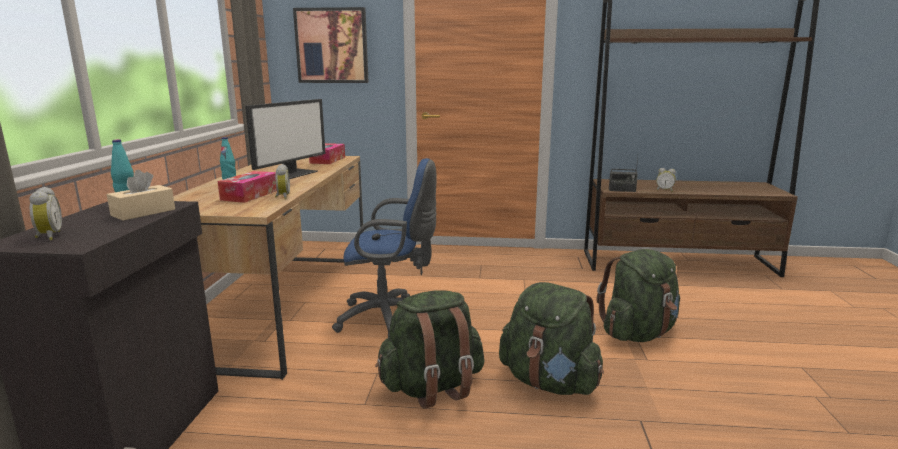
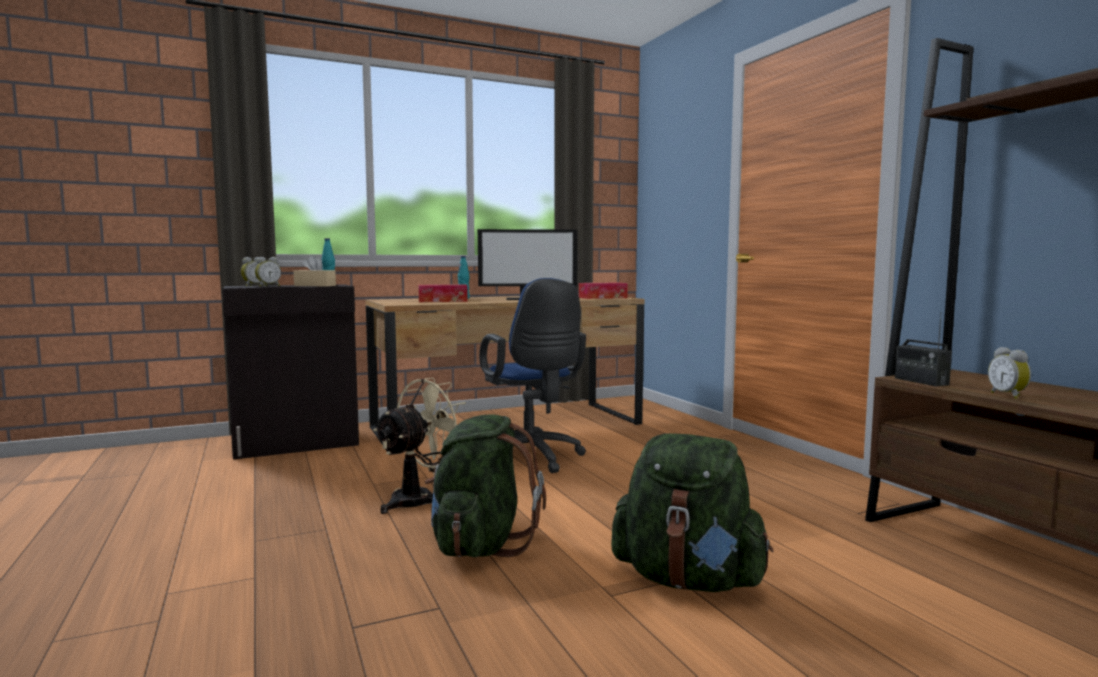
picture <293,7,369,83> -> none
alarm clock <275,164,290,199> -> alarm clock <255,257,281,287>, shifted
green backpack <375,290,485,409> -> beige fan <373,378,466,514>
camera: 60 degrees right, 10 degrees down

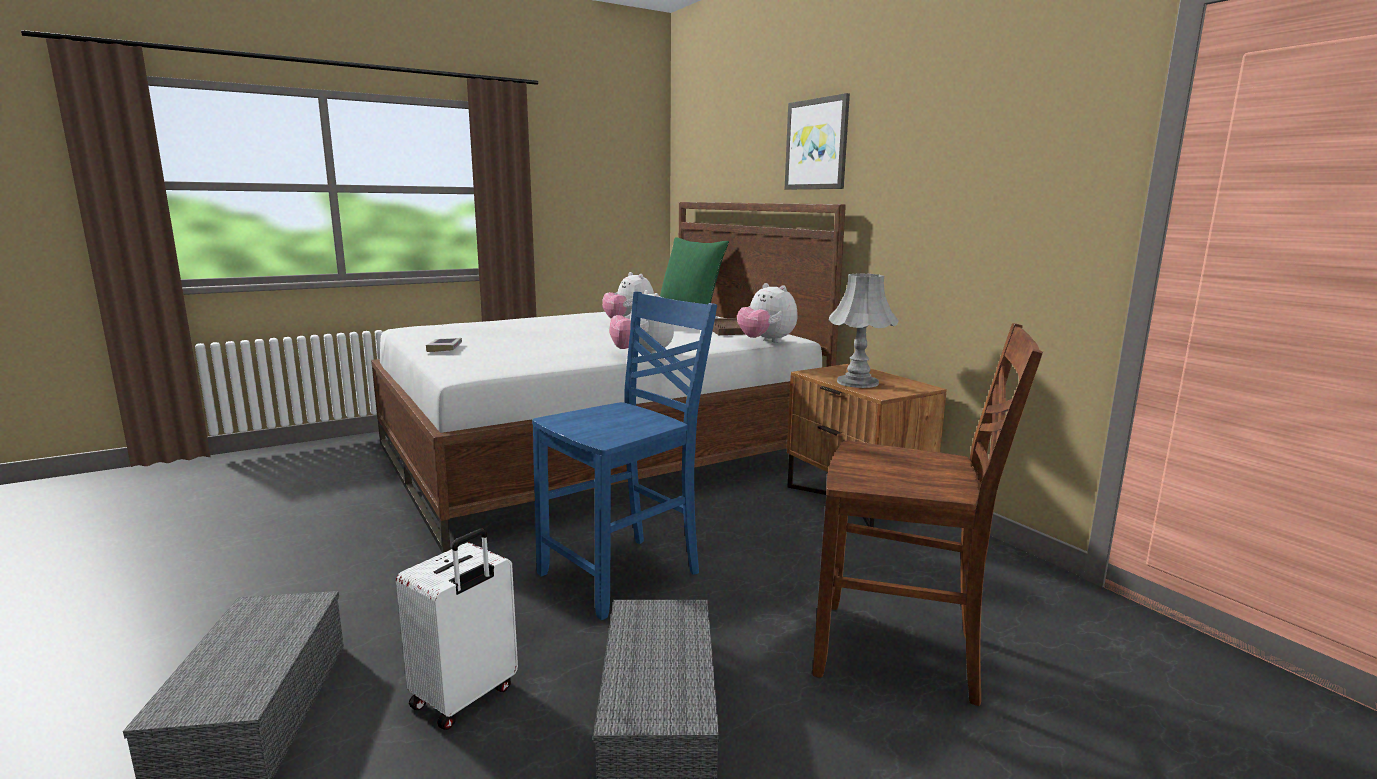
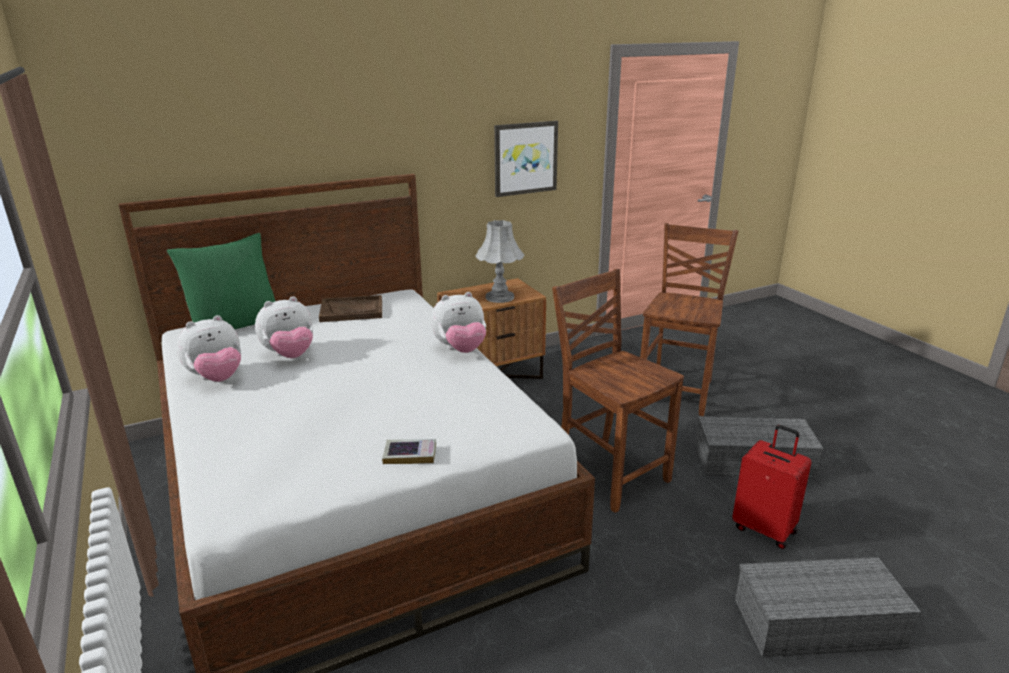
plush toy <737,283,797,343> -> plush toy <176,315,241,382>, shifted
picture <785,93,850,189> -> picture <494,121,558,197>, shifted
white suitcase <396,529,518,730> -> red suitcase <732,425,812,549>
blue chair <532,292,717,620> -> brown chair <552,269,684,513>
camera: 85 degrees left, 10 degrees up

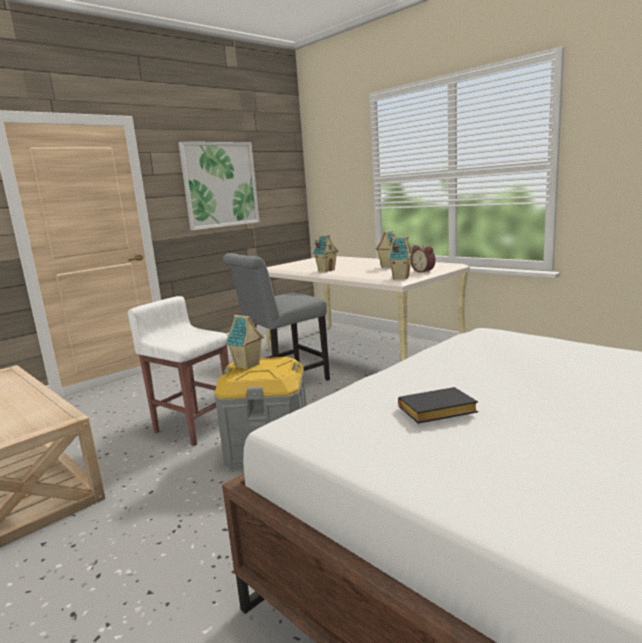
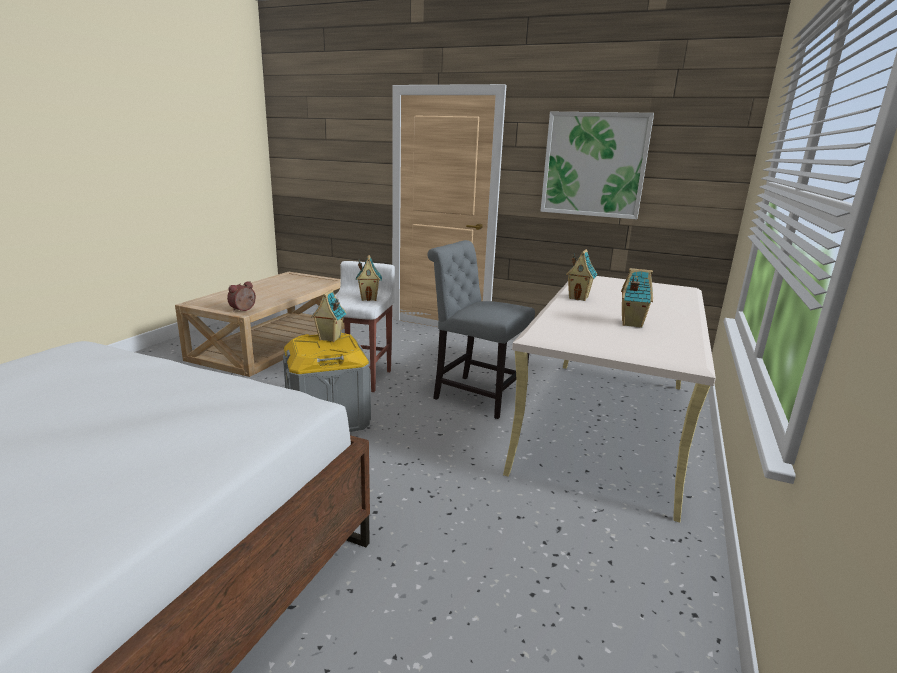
black book <398,387,478,424> -> none
toy house <388,236,413,280> -> toy house <356,255,382,301>, shifted
alarm clock <411,245,436,273> -> alarm clock <227,281,256,312>, shifted
camera: 65 degrees right, 5 degrees up

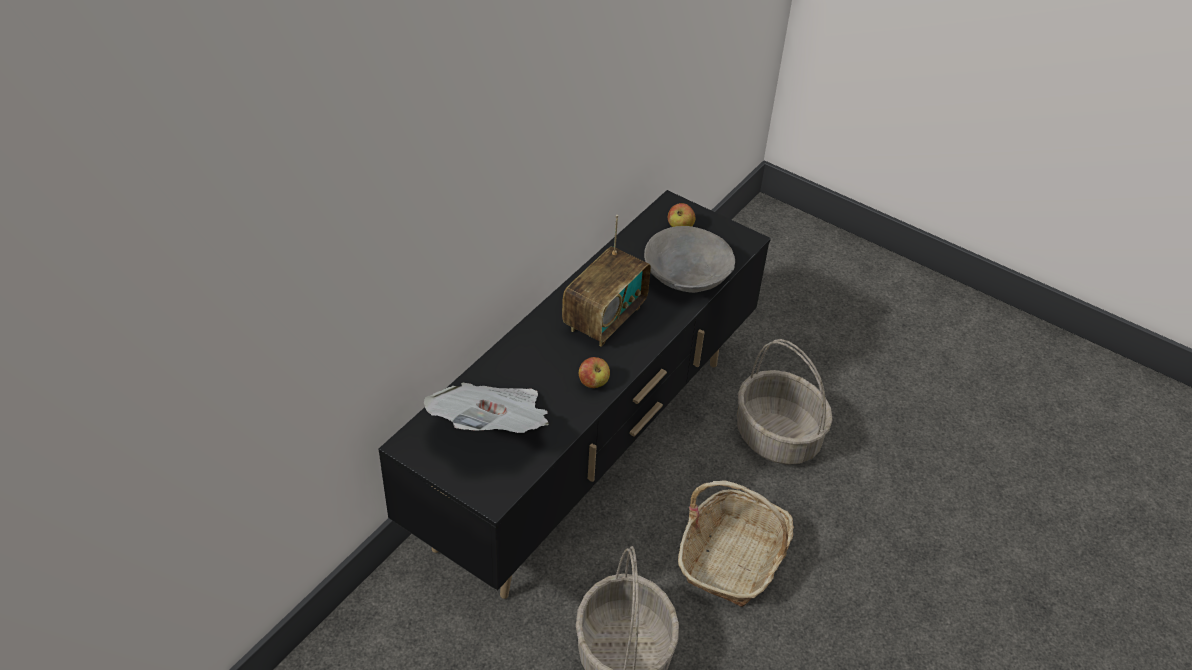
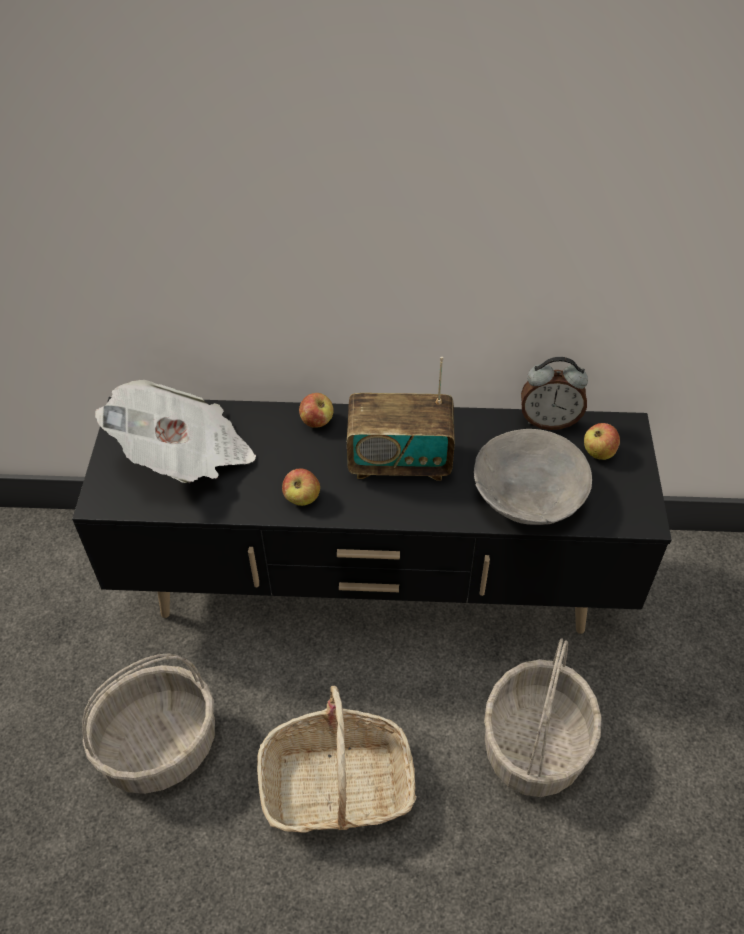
none -> apple <299,393,334,428>
none -> alarm clock <521,357,588,430>
camera: 60 degrees right, 5 degrees up

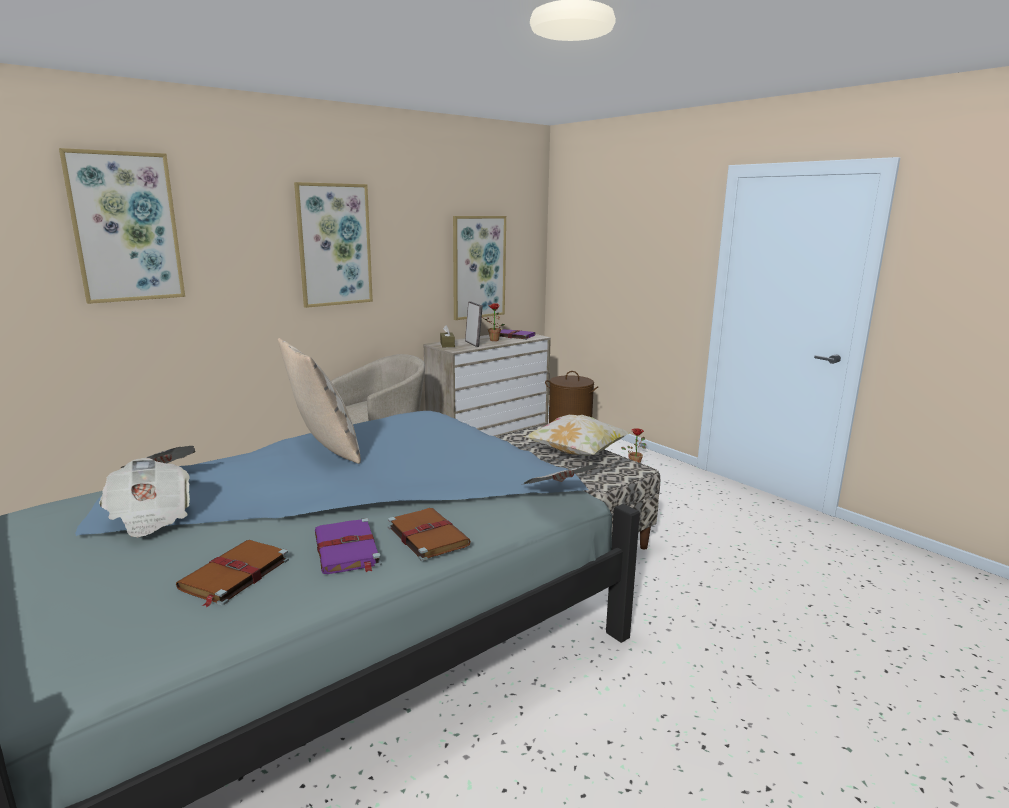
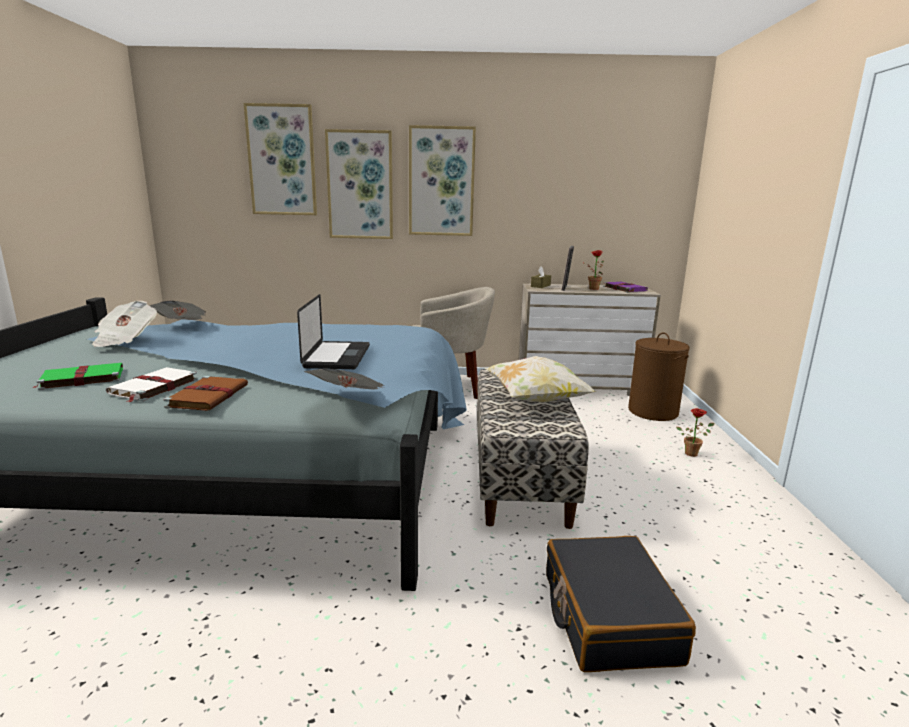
beige pillow <278,338,361,464> -> none
none -> laptop <297,294,370,369>
none -> black suitcase <546,536,696,672>
picture <453,216,506,320> -> picture <325,129,393,239>, shifted
brown book <176,540,289,608> -> green book <33,363,123,390>
purple book <315,518,382,574> -> white book <106,367,198,402>
camera: 40 degrees right, 0 degrees up

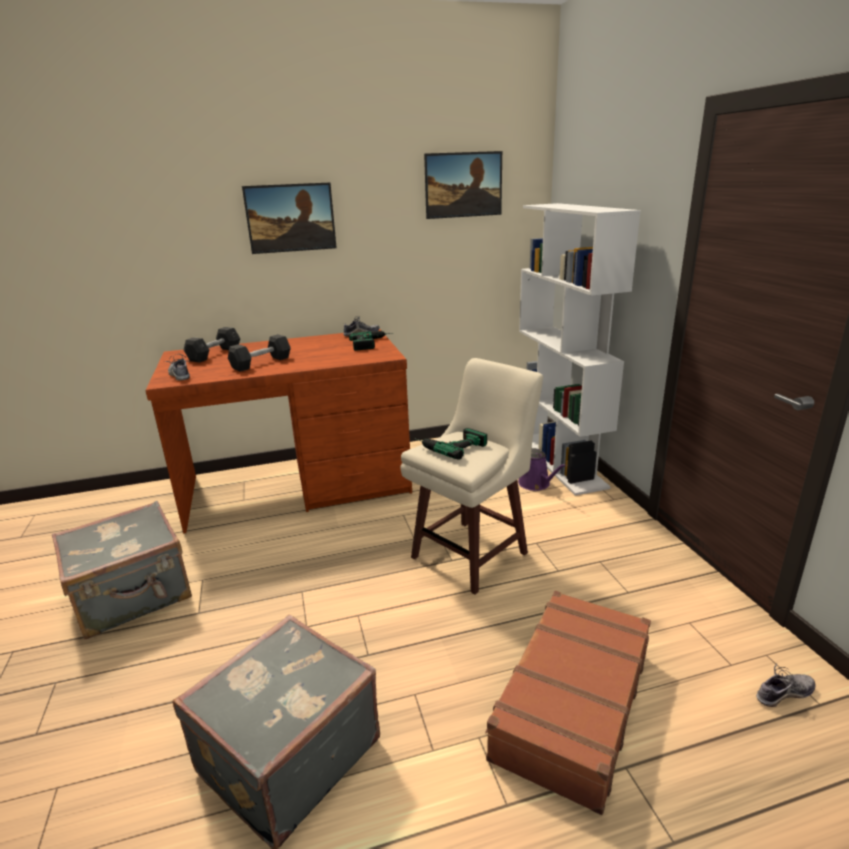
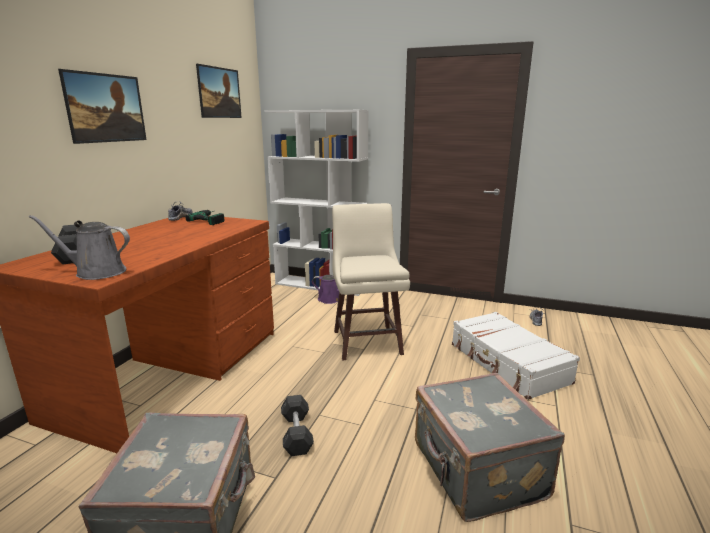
power drill <414,428,487,460> -> none
grey dumbbell <228,334,291,372> -> grey dumbbell <281,395,314,456>, shifted
shoe <165,354,190,381> -> grey watering can <29,215,130,280>
brown suitcase <485,591,651,815> -> white suitcase <452,312,580,400>
camera: 55 degrees left, 5 degrees down

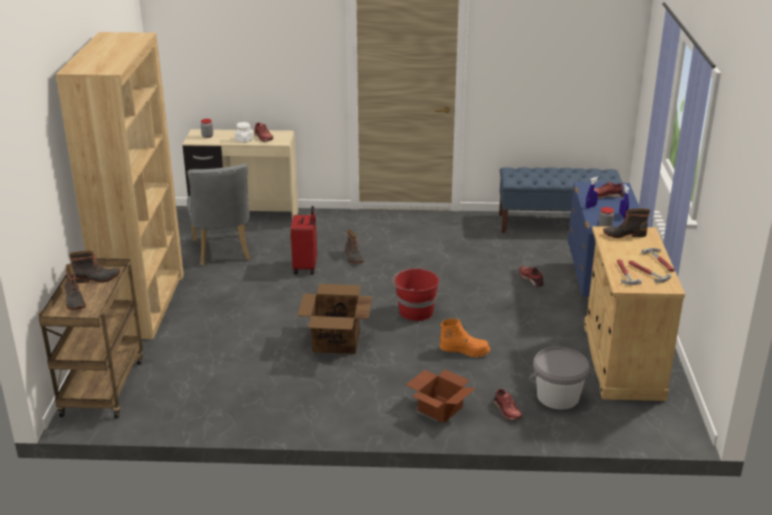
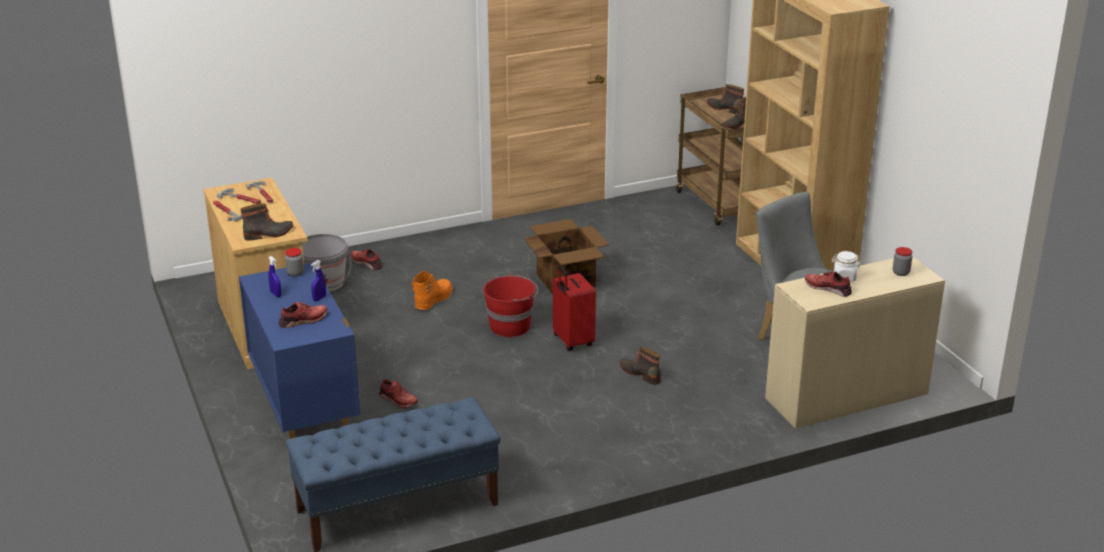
cardboard box <406,369,476,423> -> none
red suitcase <291,206,317,274> -> red suitcase <553,266,596,351>, shifted
orange boot <440,319,490,358> -> orange boot <411,271,453,310>, 135 degrees clockwise
camera: 155 degrees right, 0 degrees up

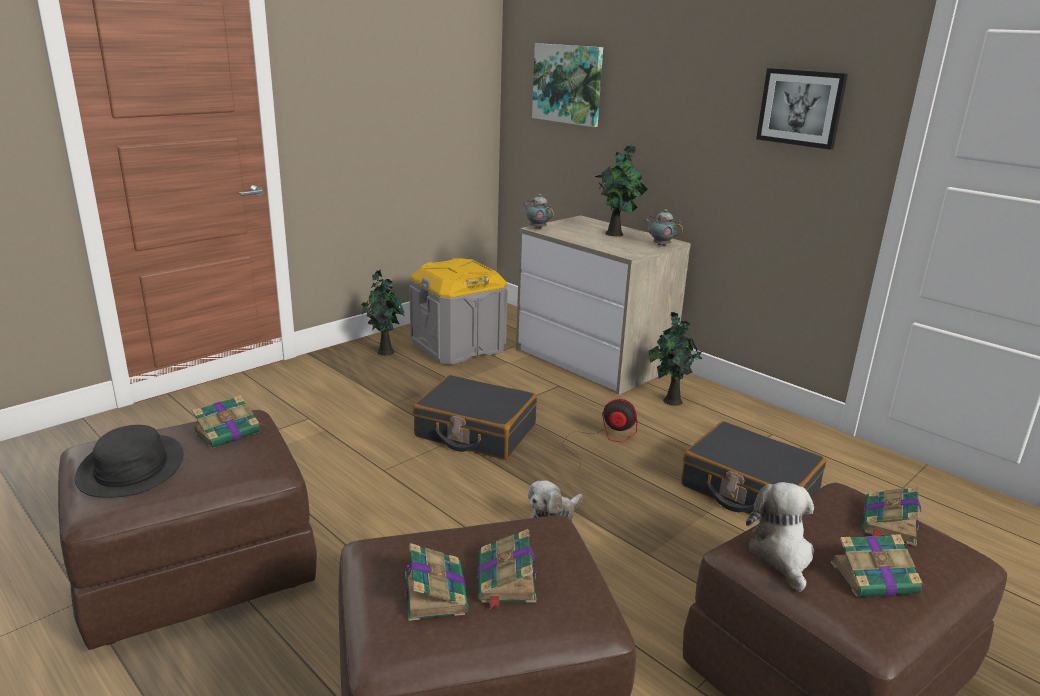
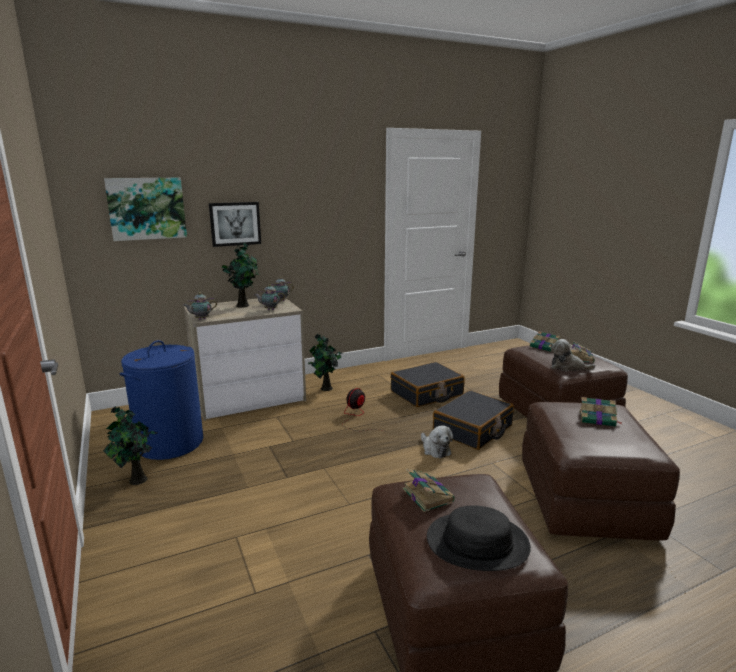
book <404,543,469,621> -> none
none -> teapot <254,284,285,310>
black suitcase <413,375,537,460> -> black suitcase <433,390,514,450>, shifted
picture <756,68,848,150> -> picture <209,202,261,247>, shifted
grey storage box <409,258,508,365> -> blue laundry basket <119,340,203,460>
camera: 70 degrees left, 5 degrees down

